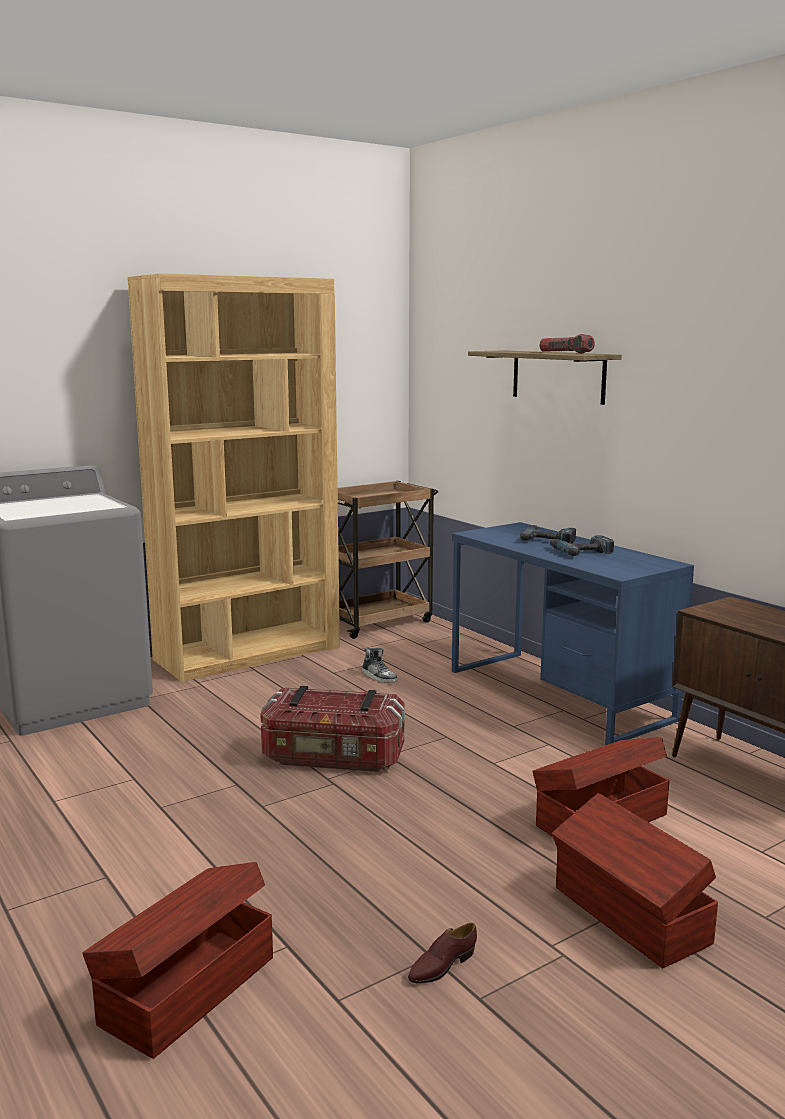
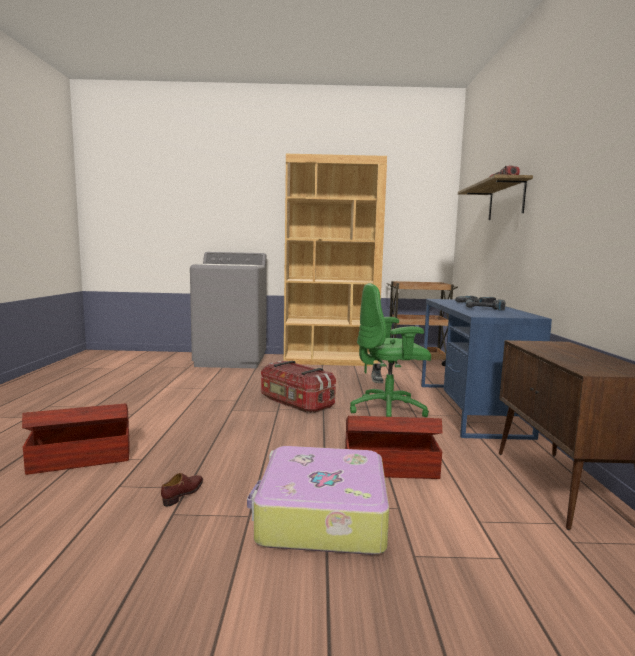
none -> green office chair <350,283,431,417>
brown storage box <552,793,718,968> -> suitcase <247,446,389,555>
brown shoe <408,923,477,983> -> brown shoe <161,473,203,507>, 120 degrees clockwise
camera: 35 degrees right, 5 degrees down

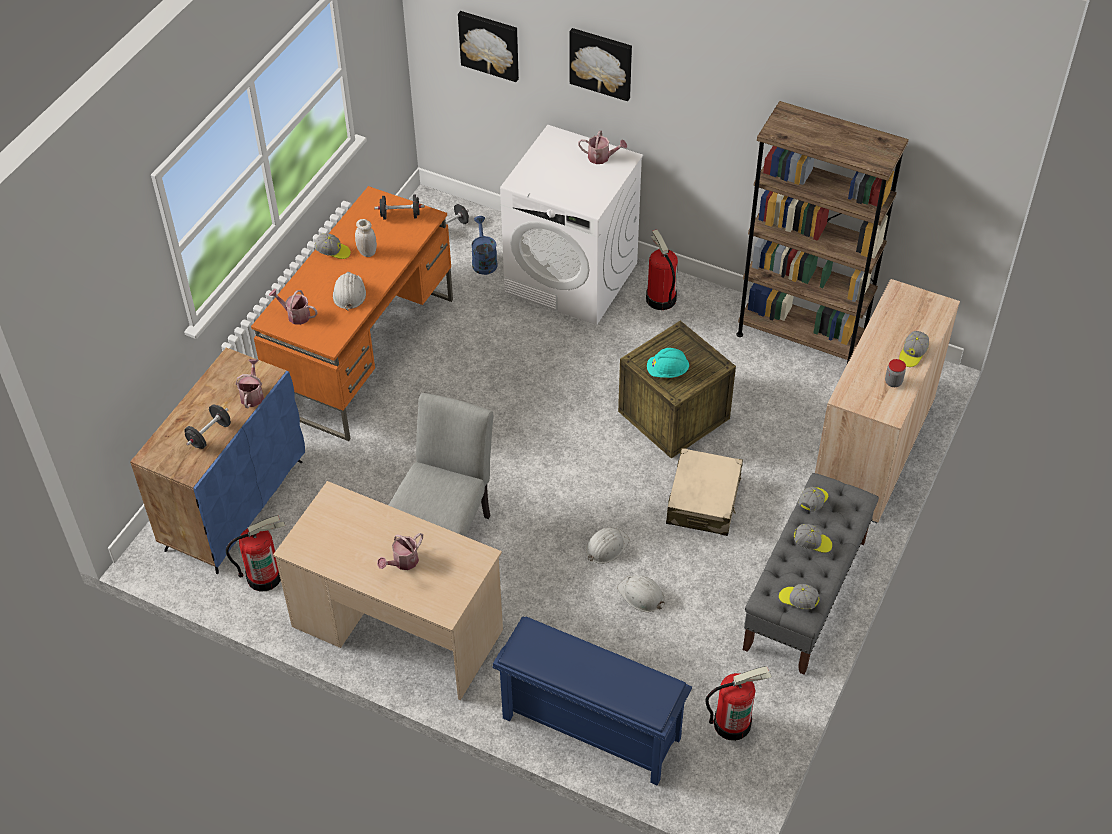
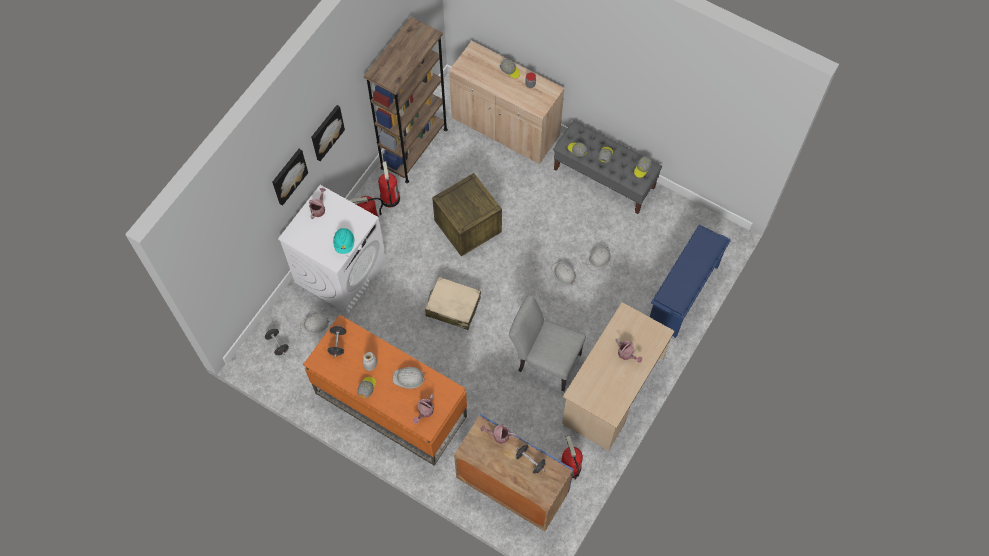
picture <458,11,519,82> -> picture <311,105,345,161>, shifted
turquoise hard hat <647,348,690,378> -> turquoise hard hat <333,228,355,254>, shifted
beige suitcase <666,448,743,536> -> beige suitcase <425,277,481,330>, shifted
fire extinguisher <705,666,772,741> -> fire extinguisher <378,161,400,207>, shifted
blue watering can <471,216,498,275> -> white hard hat <300,314,330,334>
camera: 85 degrees left, 15 degrees up

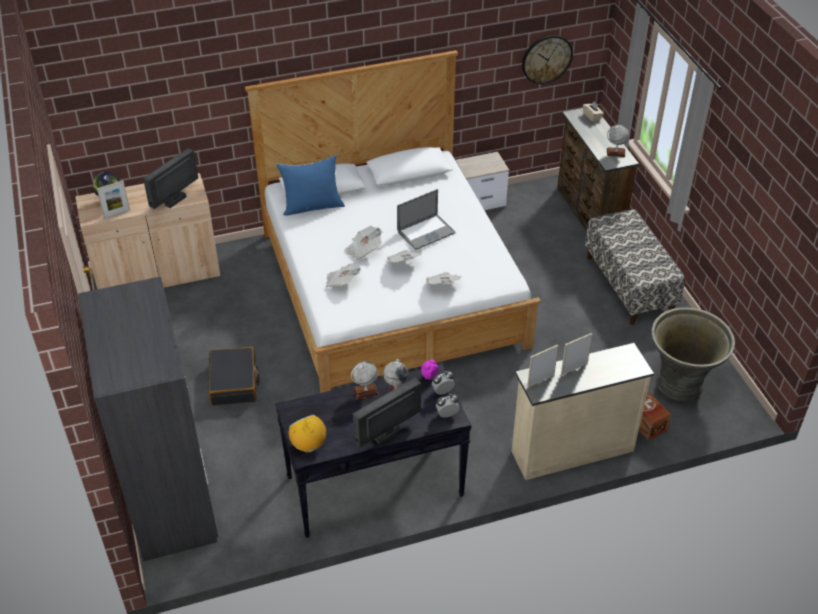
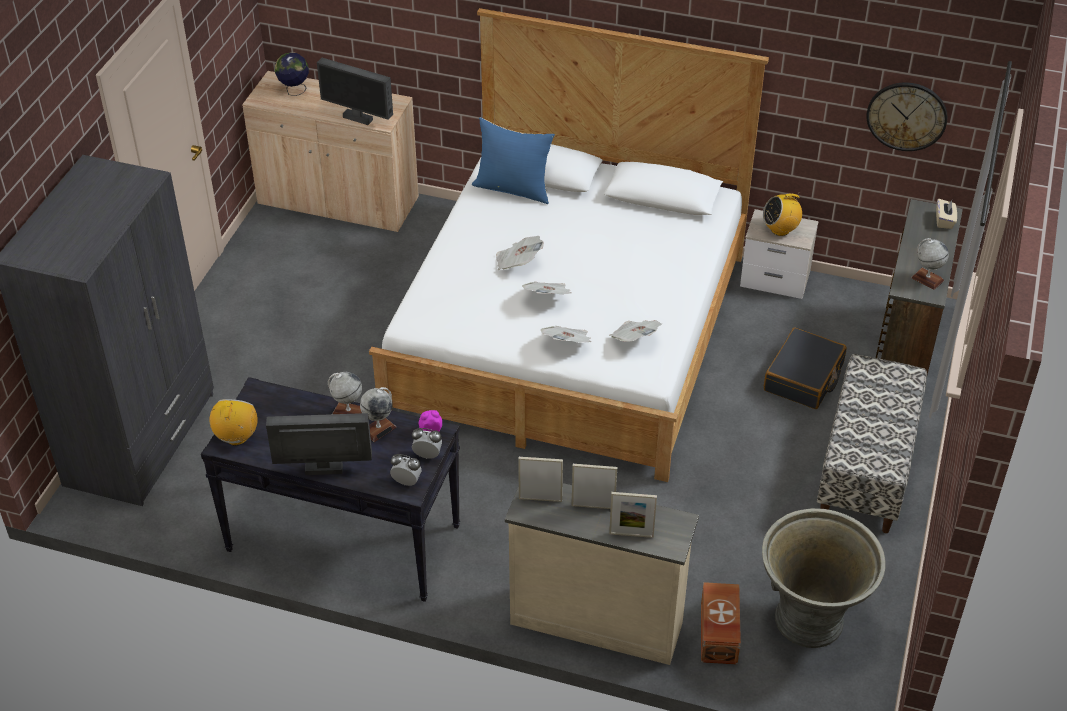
laptop <397,189,455,250> -> none
none -> radio <763,194,802,236>
picture frame <97,181,130,219> -> picture frame <609,492,657,538>, shifted
black suitcase <208,347,259,406> -> black suitcase <764,327,846,409>, shifted
newspaper <326,263,361,287> -> newspaper <609,320,662,342>, shifted
monitor <143,148,198,209> -> monitor <317,58,393,125>, 135 degrees counterclockwise
camera: 35 degrees right, 0 degrees up

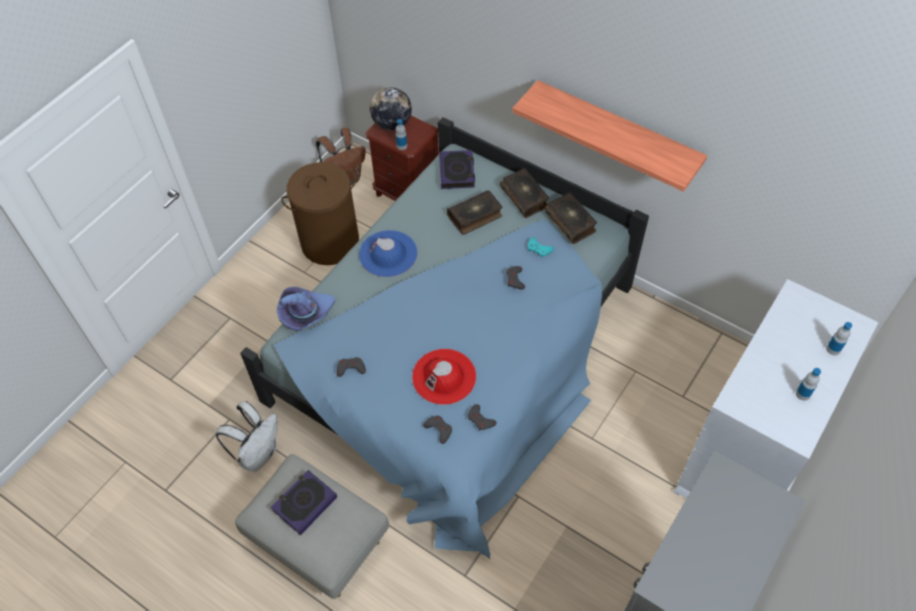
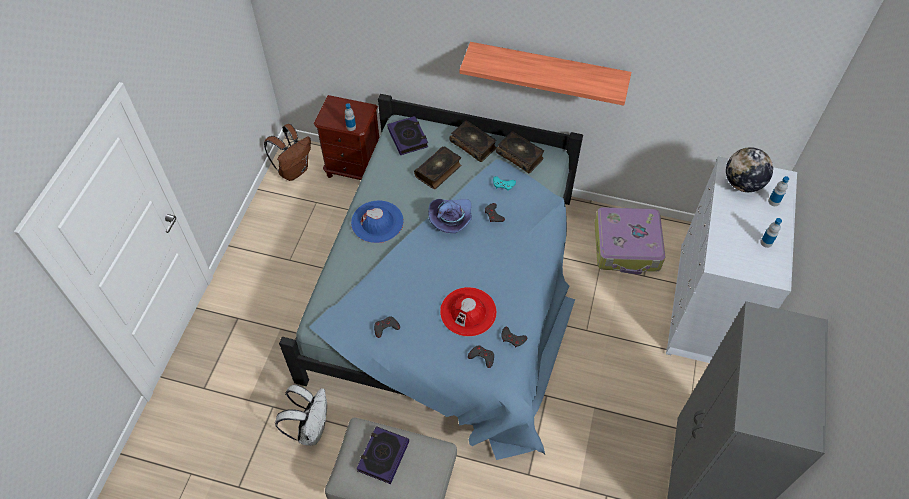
brown laundry basket <281,162,359,265> -> none
none -> suitcase <595,207,665,275>
purple hat <277,287,335,331> -> purple hat <428,199,472,233>, shifted
globe <370,87,412,130> -> globe <726,147,773,192>, shifted
camera: 20 degrees left, 0 degrees up

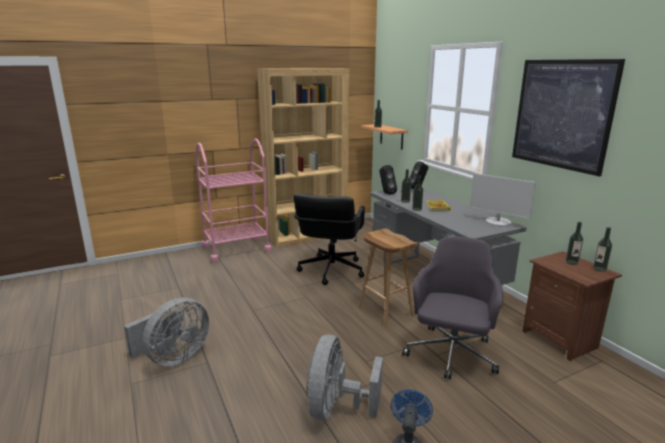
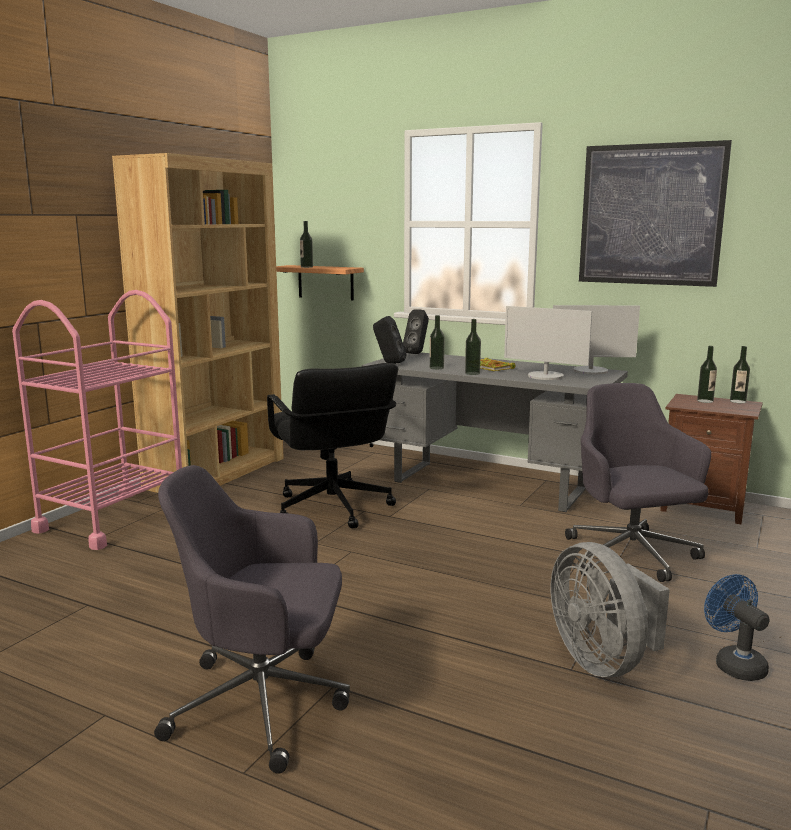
brown stool <358,228,418,327> -> none
none -> monitor <504,306,592,380>
grey fan <124,298,209,367> -> grey office chair <154,465,350,774>
camera: 35 degrees left, 5 degrees down

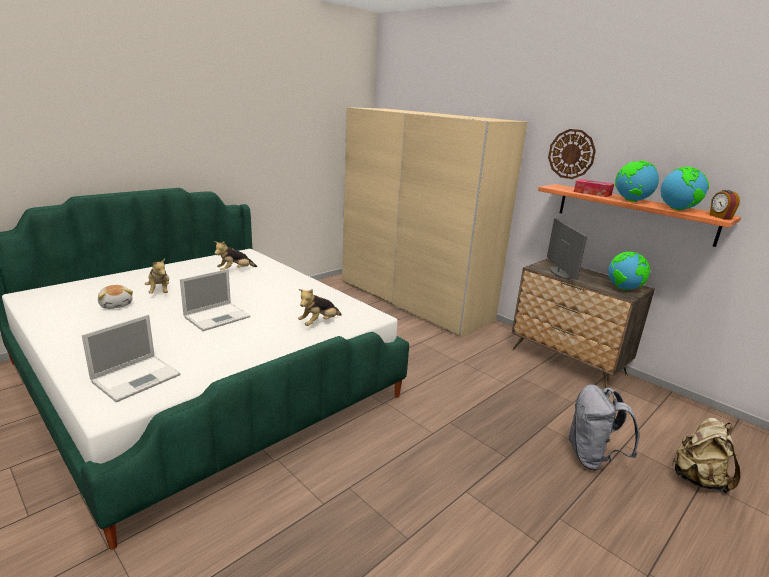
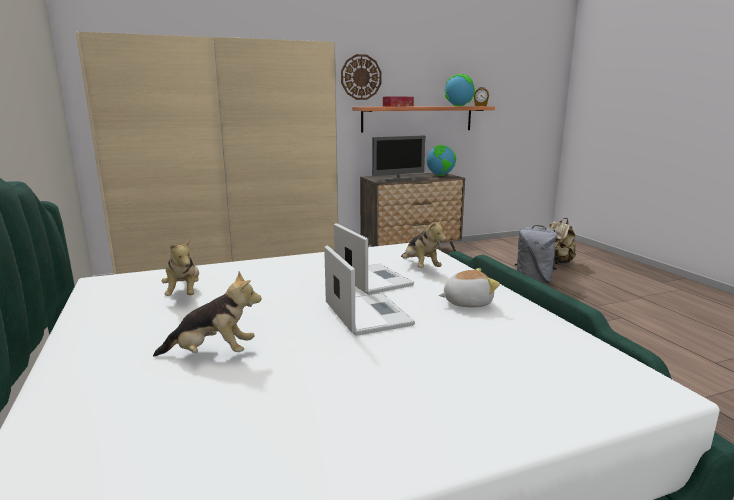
globe <615,161,659,202> -> none
laptop <82,314,180,402> -> laptop <334,223,414,295>, shifted
plush toy <98,285,133,309> -> plush toy <439,268,500,307>, shifted
monitor <547,219,587,279> -> monitor <372,135,425,181>, 135 degrees clockwise
camera: 65 degrees left, 5 degrees down

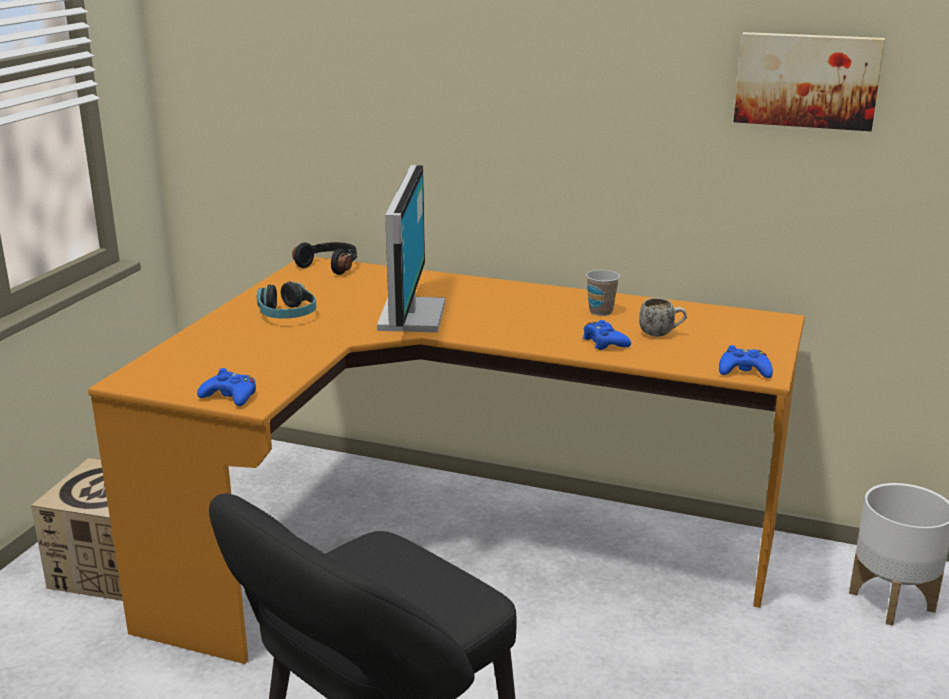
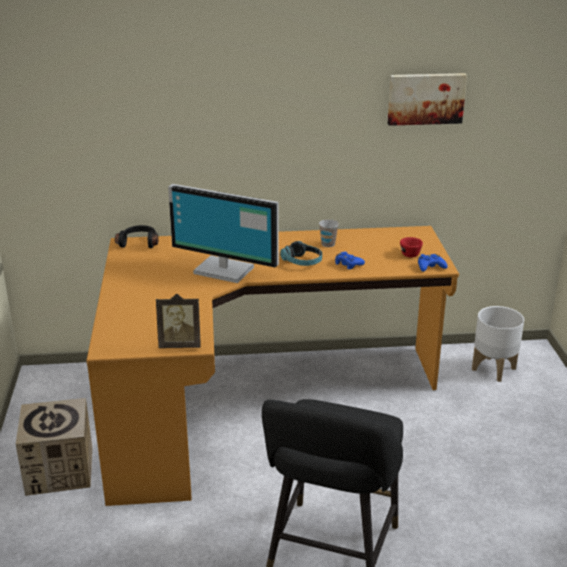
white mug <639,298,687,337> -> none
none -> red cup <400,237,423,257>
headphones <257,282,316,319> -> headphones <280,241,322,266>, shifted
blue game controller <197,368,256,406> -> picture frame <156,294,201,348>
monitor <377,165,445,332> -> monitor <168,184,279,283>, 135 degrees clockwise
camera: 25 degrees left, 5 degrees up

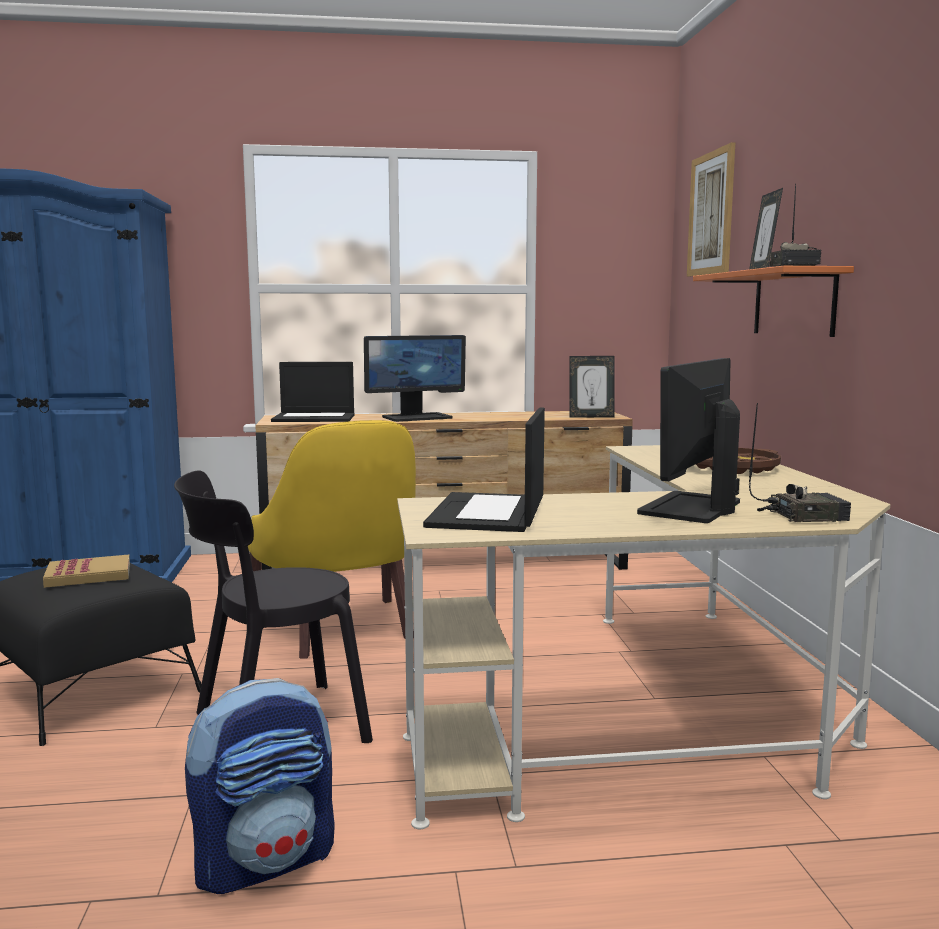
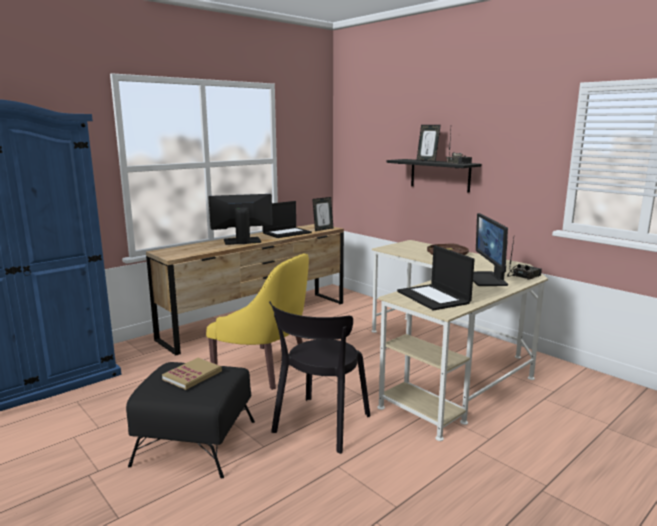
backpack <185,678,335,894> -> none
picture <687,142,735,277> -> none
laptop <271,362,355,422> -> laptop <262,201,312,238>, shifted
orange shelf <693,266,854,337> -> black shelf <387,159,481,193>
monitor <364,335,466,422> -> monitor <208,194,273,245>, 135 degrees counterclockwise
camera: 35 degrees left, 5 degrees up

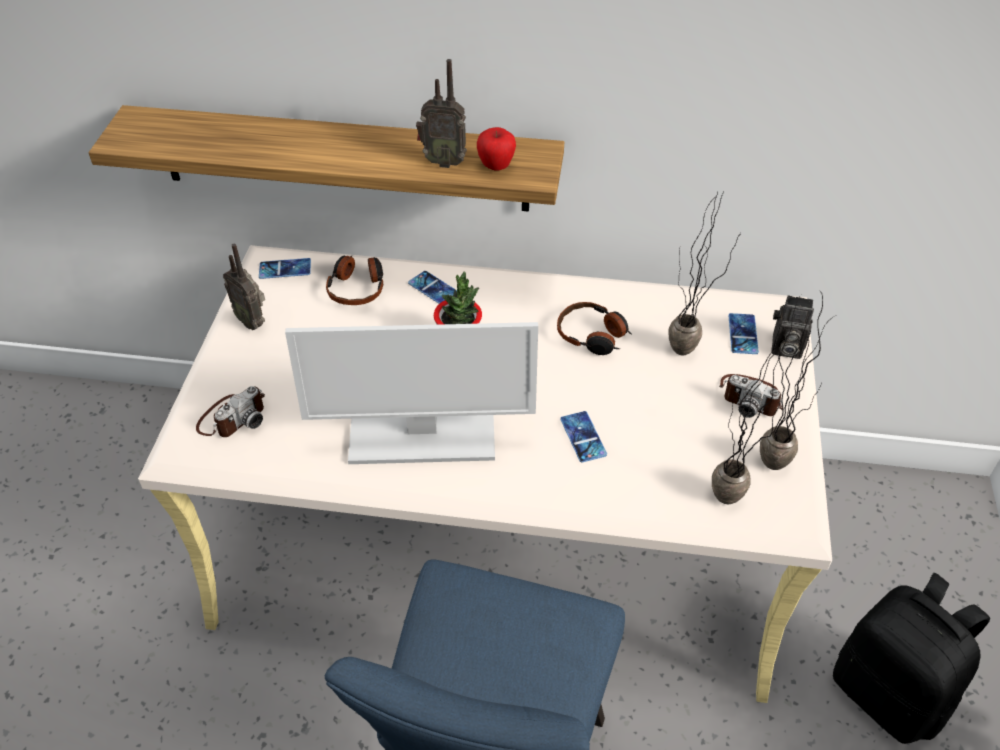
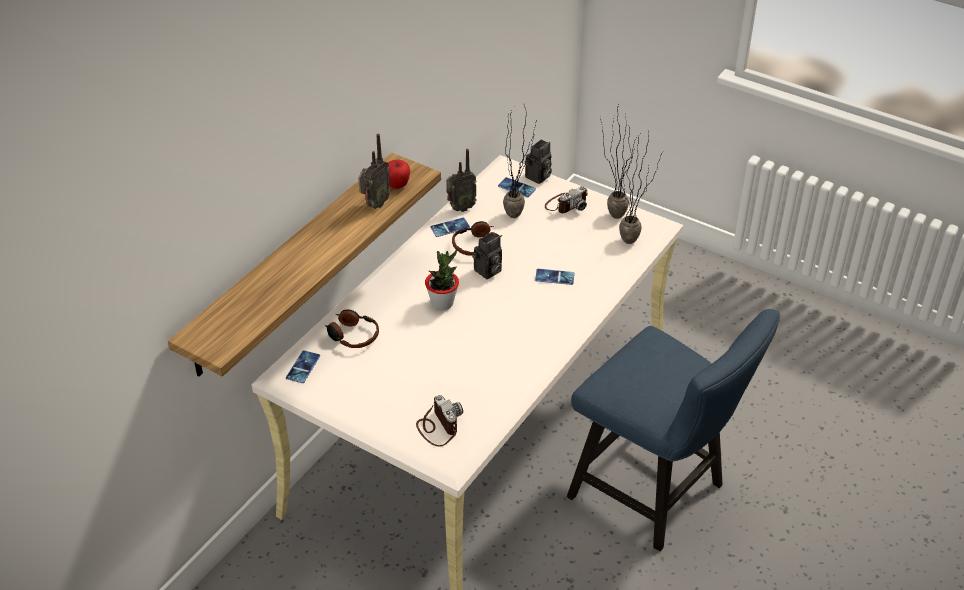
monitor <285,322,538,464> -> none
black backpack <833,573,990,744> -> none
none -> photo camera <472,232,502,279>
radio <223,244,265,330> -> radio <446,149,477,212>, shifted
phone <408,271,457,304> -> phone <430,217,470,237>, shifted
camera: 65 degrees left, 5 degrees down

